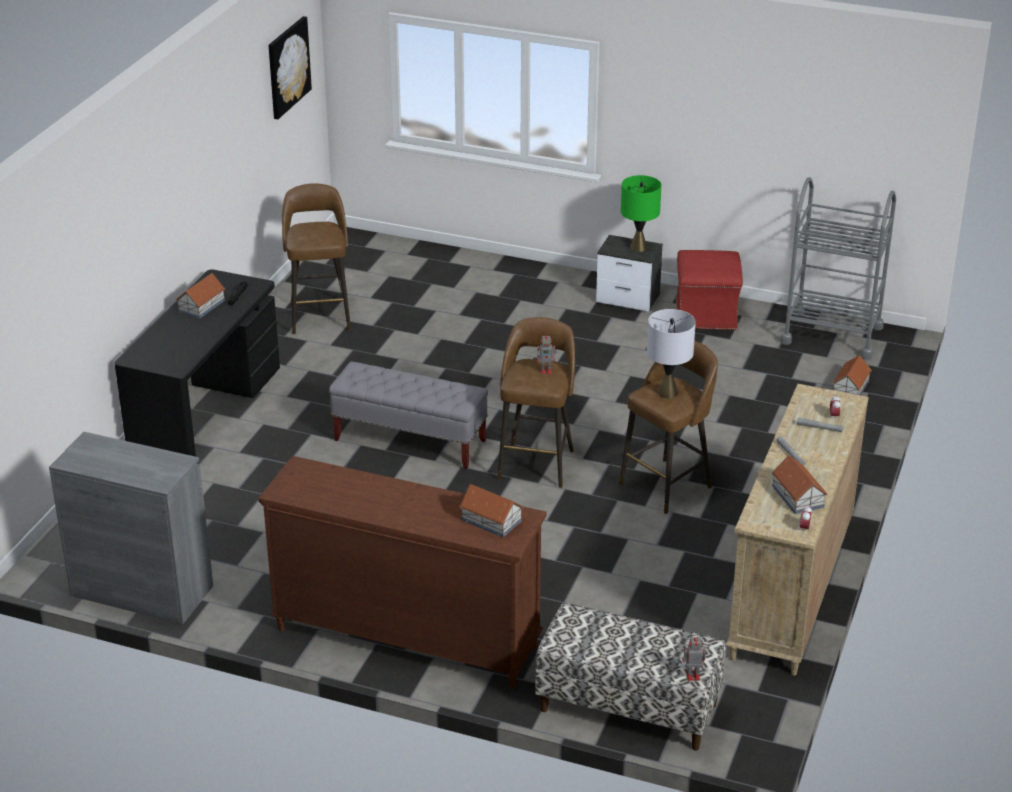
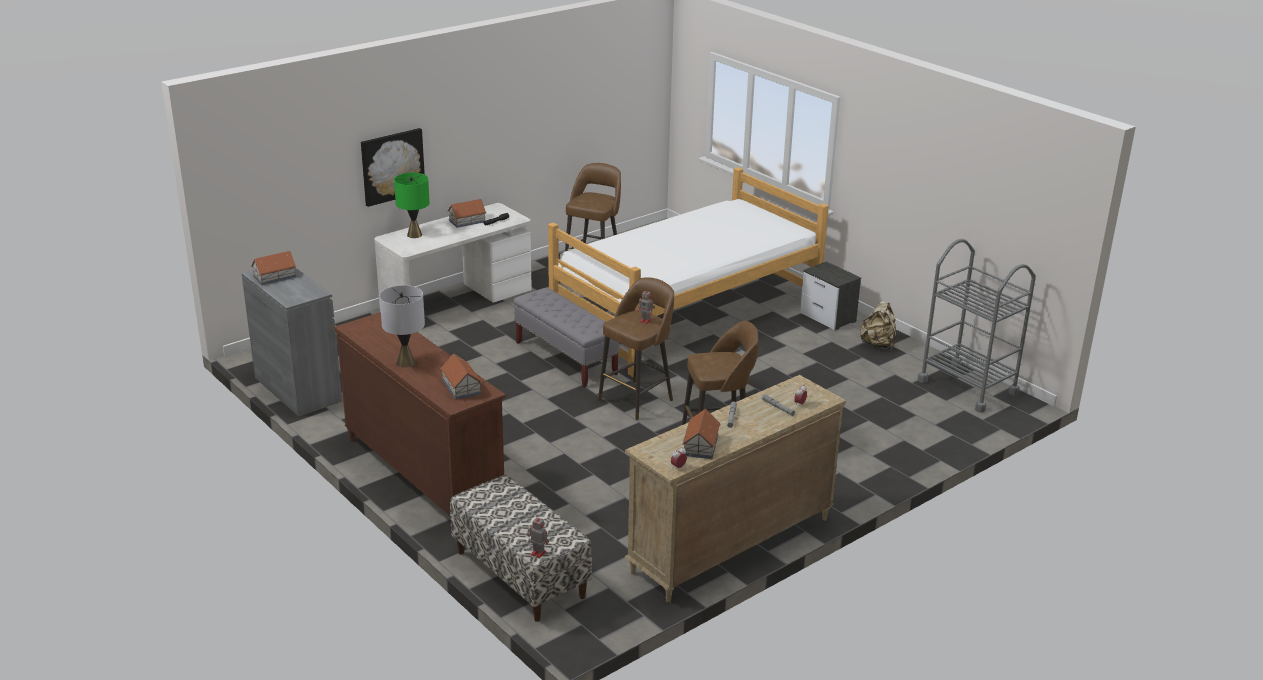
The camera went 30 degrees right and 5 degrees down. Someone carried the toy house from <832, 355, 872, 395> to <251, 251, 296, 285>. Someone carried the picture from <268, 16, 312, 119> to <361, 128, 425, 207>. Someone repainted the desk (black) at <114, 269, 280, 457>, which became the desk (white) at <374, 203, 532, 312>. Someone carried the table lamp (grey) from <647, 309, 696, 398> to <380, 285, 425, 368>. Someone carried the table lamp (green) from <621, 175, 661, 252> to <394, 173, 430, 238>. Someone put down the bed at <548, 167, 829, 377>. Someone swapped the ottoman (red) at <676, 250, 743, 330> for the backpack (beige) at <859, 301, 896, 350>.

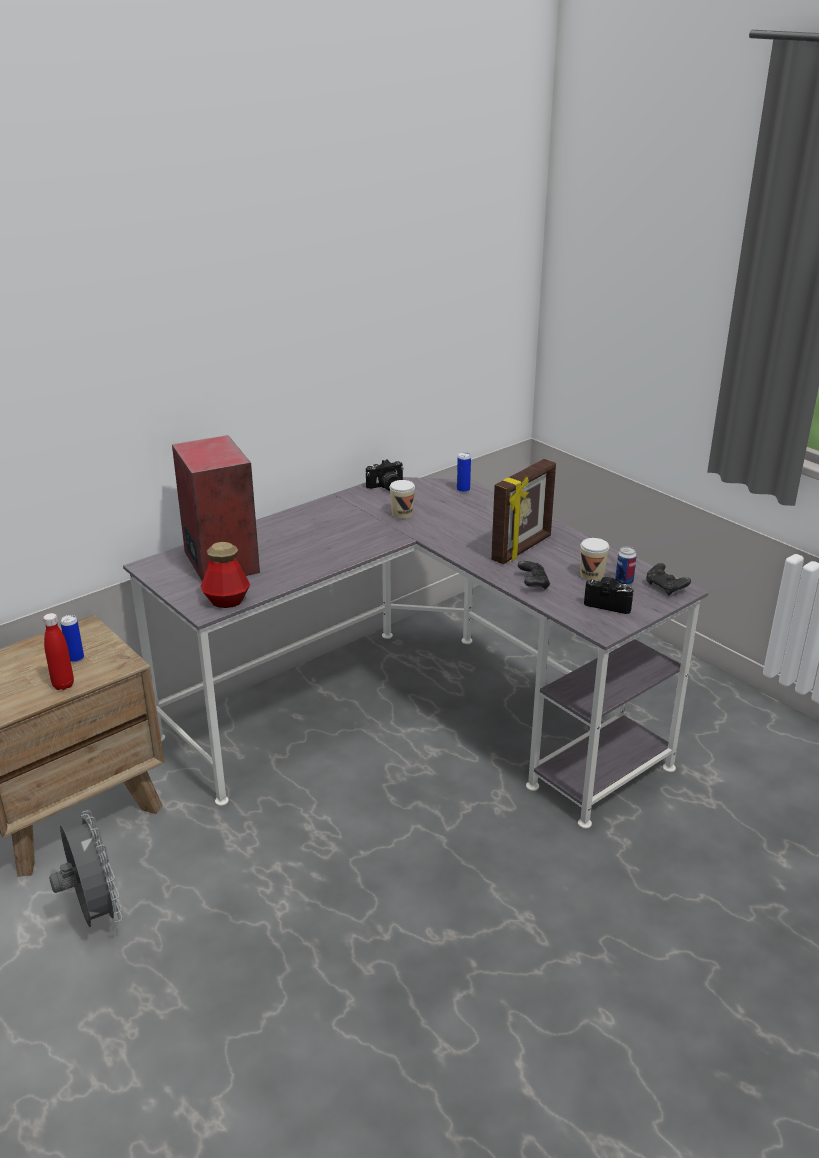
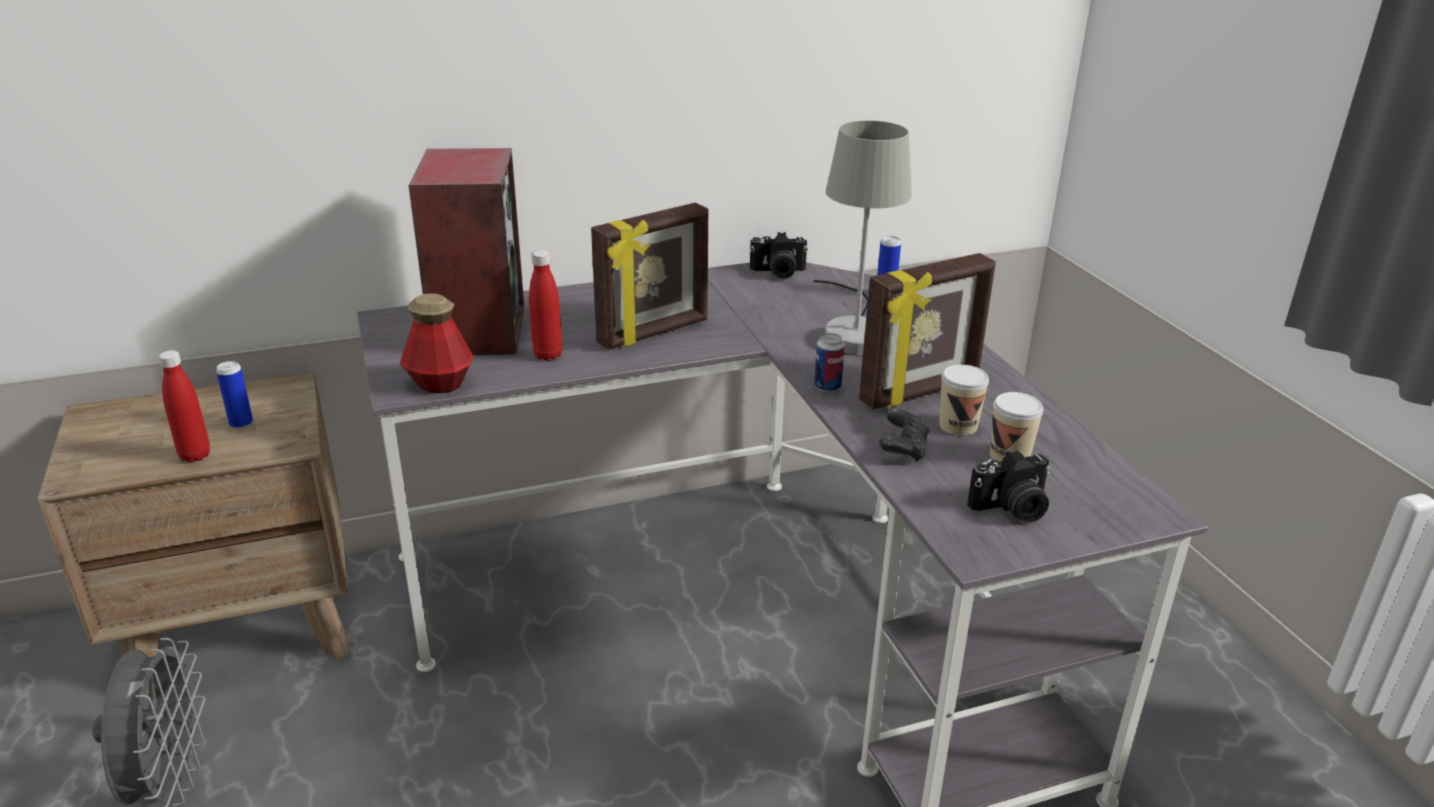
The camera went 20 degrees right and 0 degrees up. Someone put down the bottle (red) at <529, 250, 562, 361>. Someone put down the picture frame at <591, 202, 708, 350>. Someone put down the table lamp (grey) at <813, 121, 912, 356>. Someone carried the can from <615, 547, 637, 585> to <814, 333, 845, 392>. Someone carried the cup from <389, 480, 415, 519> to <939, 364, 989, 436>. Someone rotated the photo camera at <584, 577, 634, 614> by 120 degrees clockwise. Someone took away the game controller (black) at <646, 563, 691, 596>.

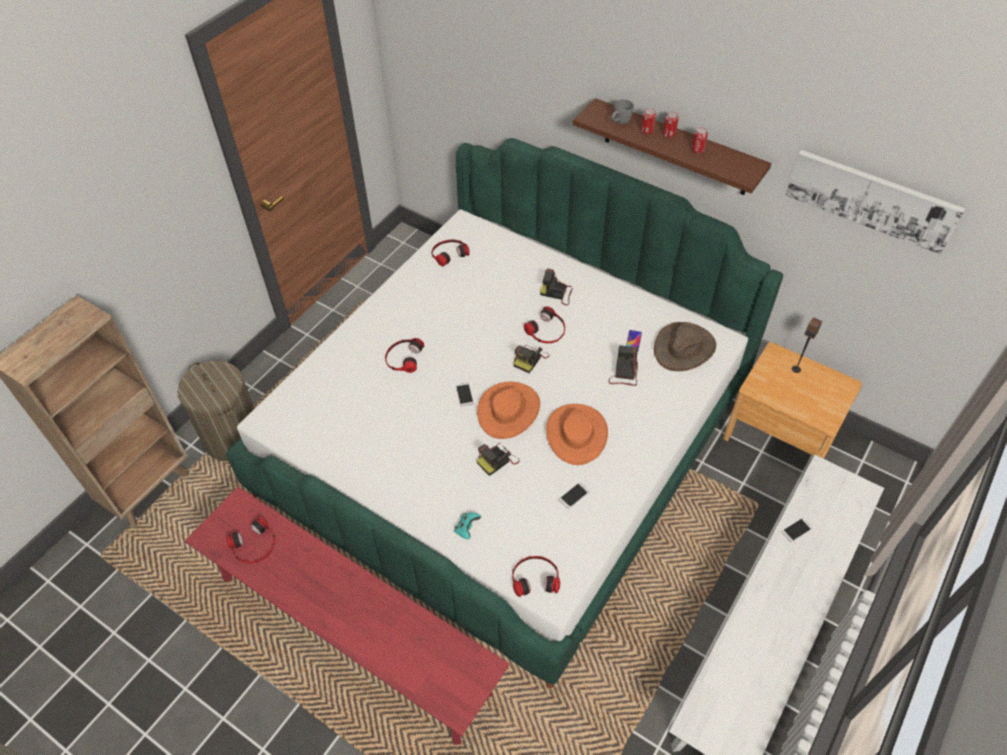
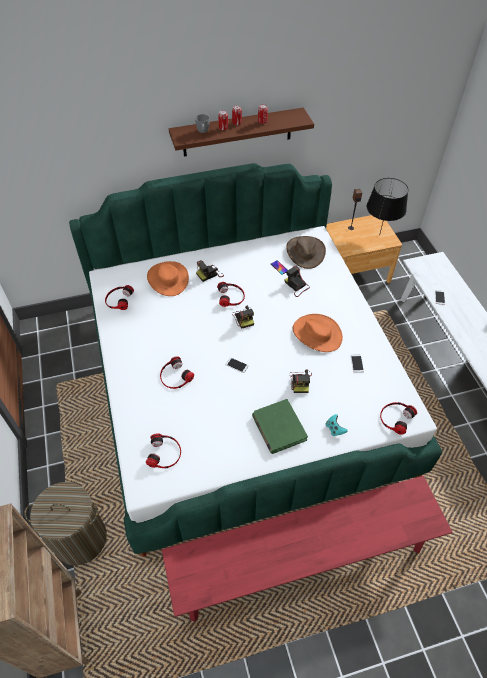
The camera went 50 degrees left and 0 degrees up. Someone carried the headphones from <226, 517, 275, 563> to <146, 433, 181, 468>. Someone carried the hat (orange) from <477, 382, 540, 439> to <147, 261, 189, 296>. Someone put down the book (green) at <252, 399, 308, 454>. Someone put down the table lamp (black) at <367, 178, 408, 235>. Someone took away the picture at <785, 150, 965, 255>.

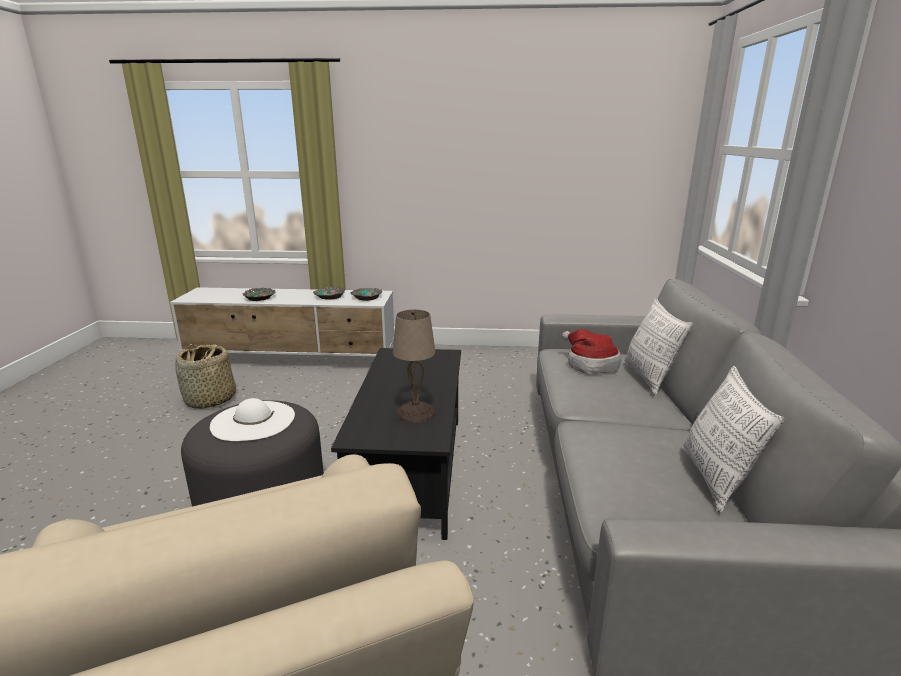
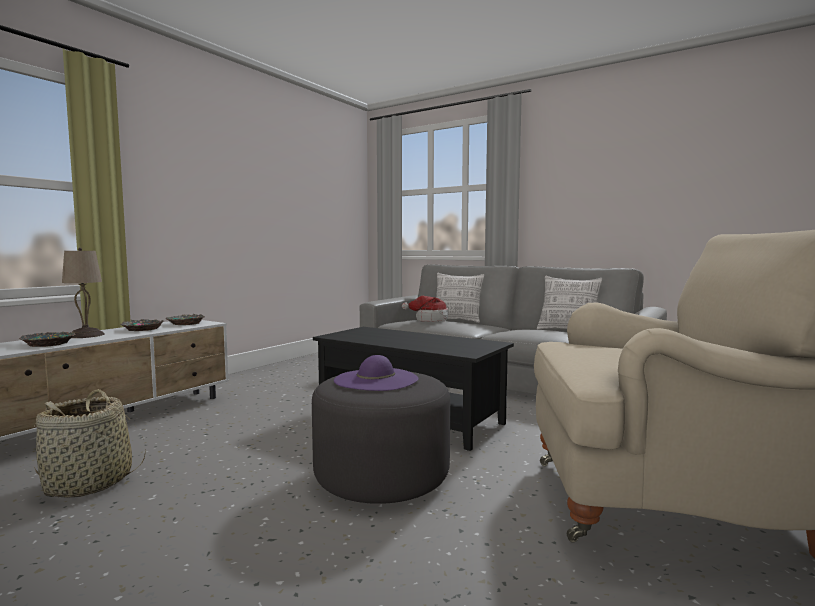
The camera went 60 degrees left and 15 degrees down. Someone carried the table lamp (beige) from <393, 309, 436, 423> to <62, 248, 105, 338>. Someone repainted the hat (white) at <210, 398, 295, 441>, which became the hat (purple) at <334, 355, 419, 391>.

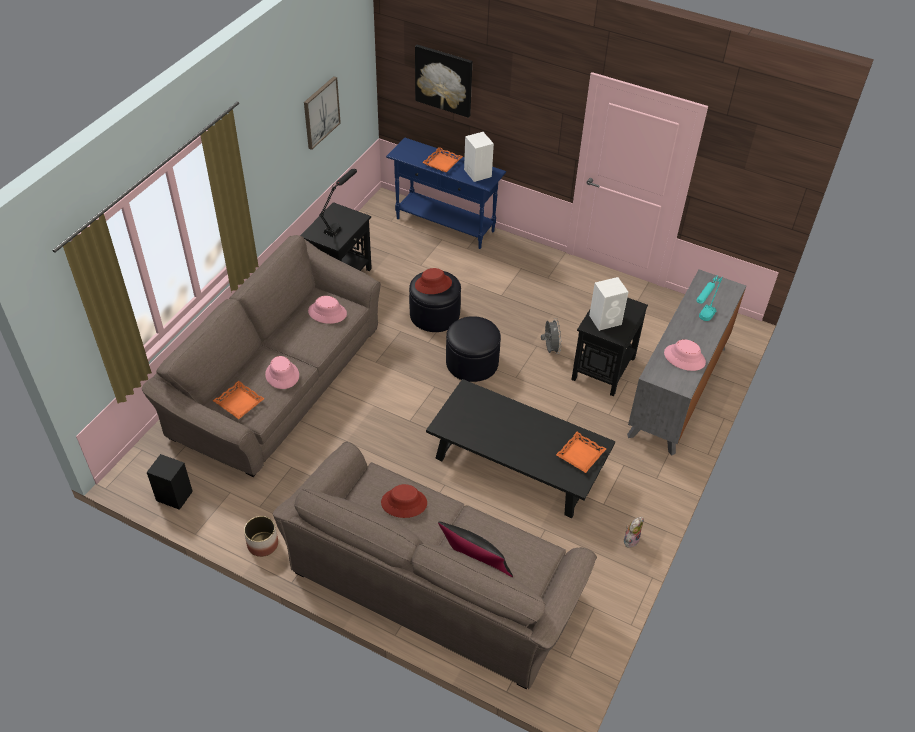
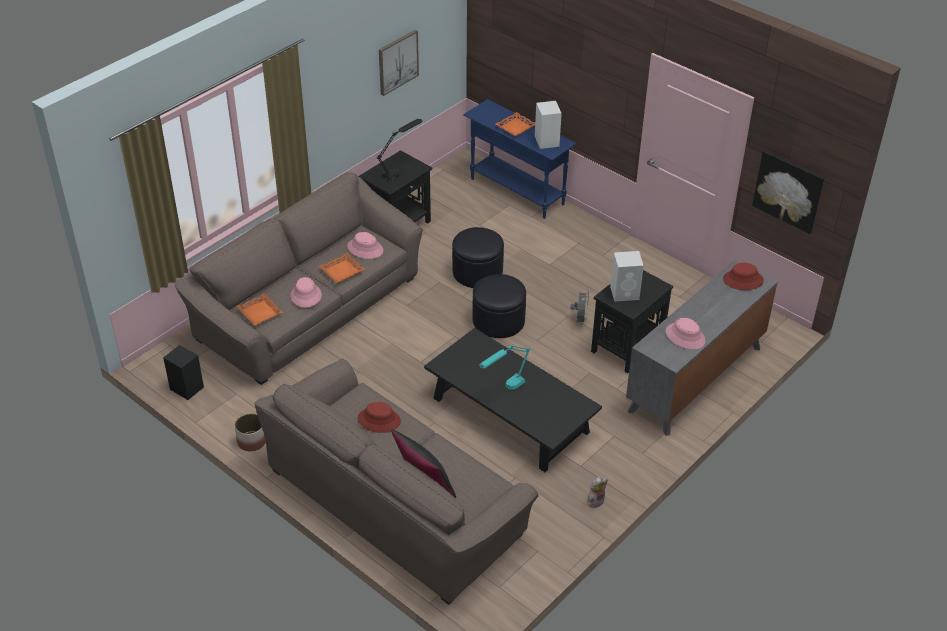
The camera went 15 degrees right and 5 degrees down. Someone carried the tray (orange) from <556, 432, 606, 473> to <319, 253, 365, 283>. Someone carried the table lamp (turquoise) from <696, 276, 722, 321> to <479, 344, 531, 390>. Someone carried the hat (red) from <415, 268, 452, 294> to <723, 263, 764, 290>. Someone carried the picture from <415, 45, 472, 118> to <752, 150, 825, 234>.

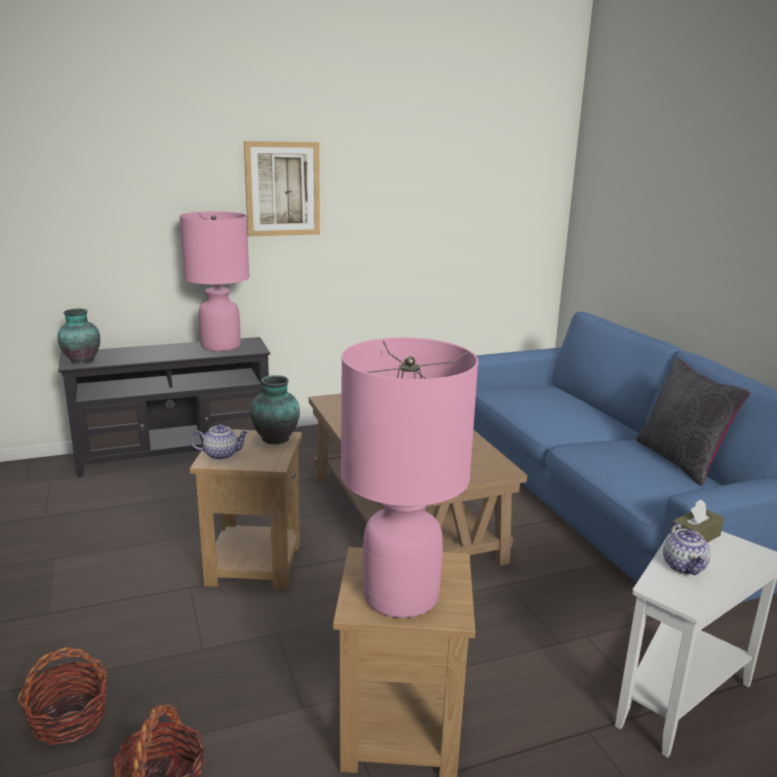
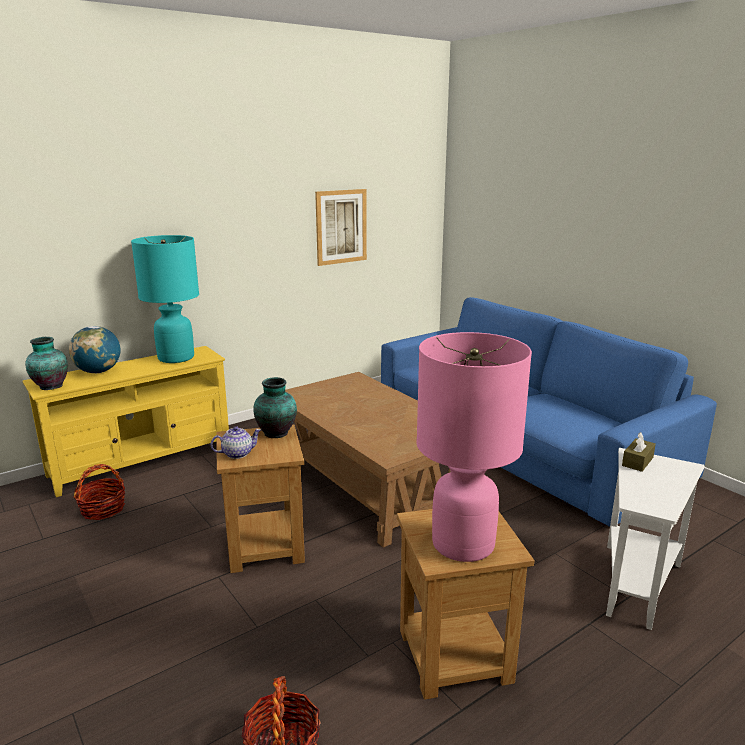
The camera went 15 degrees left and 0 degrees up. Someone repainted the tv stand (black) at <58, 337, 271, 477>, which became the tv stand (yellow) at <22, 346, 229, 497>. Someone put down the globe at <69, 326, 120, 373>. Someone carried the basket from <17, 647, 108, 745> to <74, 464, 125, 520>. Someone repainted the table lamp (pink) at <180, 211, 249, 352>, which became the table lamp (turquoise) at <131, 235, 199, 363>. Someone carried the picture from <244, 141, 320, 236> to <315, 189, 367, 266>. Someone took away the pillow (black) at <635, 357, 750, 486>. Someone took away the teapot at <663, 522, 710, 575>.

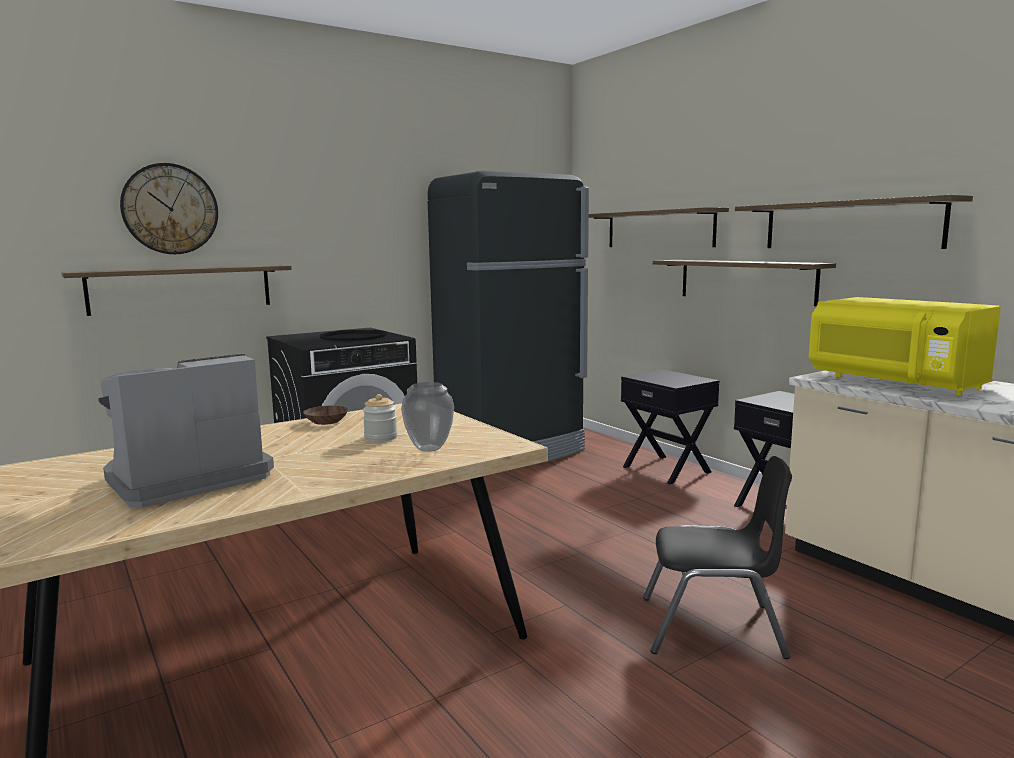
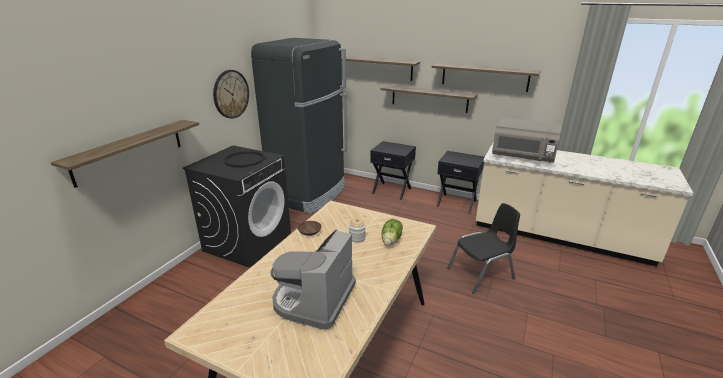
The camera went 30 degrees left and 15 degrees up. Someone carried the wall clock from <120, 163, 218, 254> to <213, 70, 249, 119>. Someone swapped the vase at <401, 382, 454, 452> for the lettuce at <381, 219, 403, 245>. Someone repainted the microwave (yellow) at <809, 297, 1001, 396>, which became the microwave (grey) at <492, 118, 561, 163>.

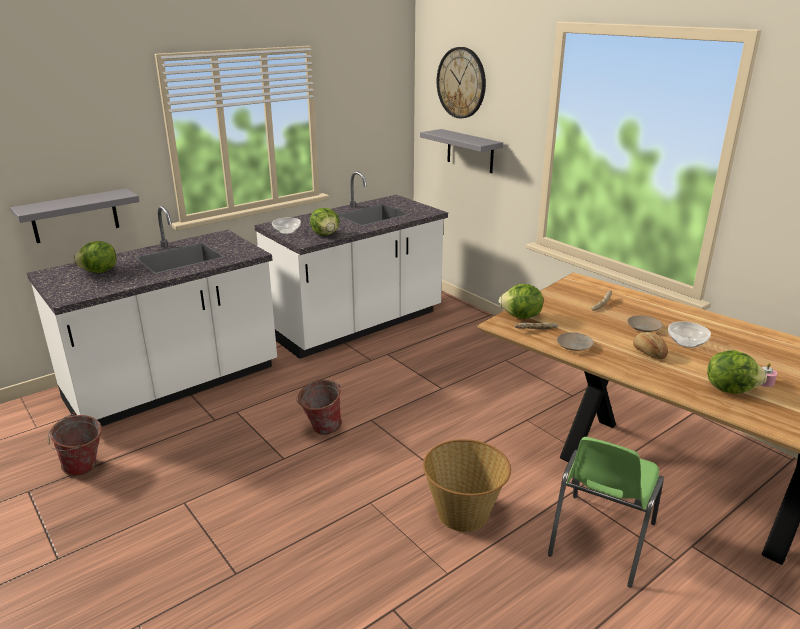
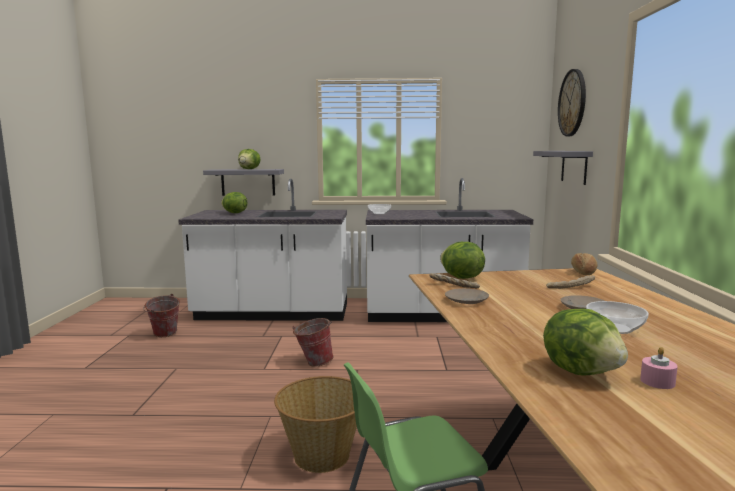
The camera went 40 degrees right and 15 degrees down. Someone carried the lettuce from <310, 208, 339, 235> to <238, 149, 261, 169>. Someone carried the bread from <633, 332, 668, 359> to <571, 253, 597, 275>.

